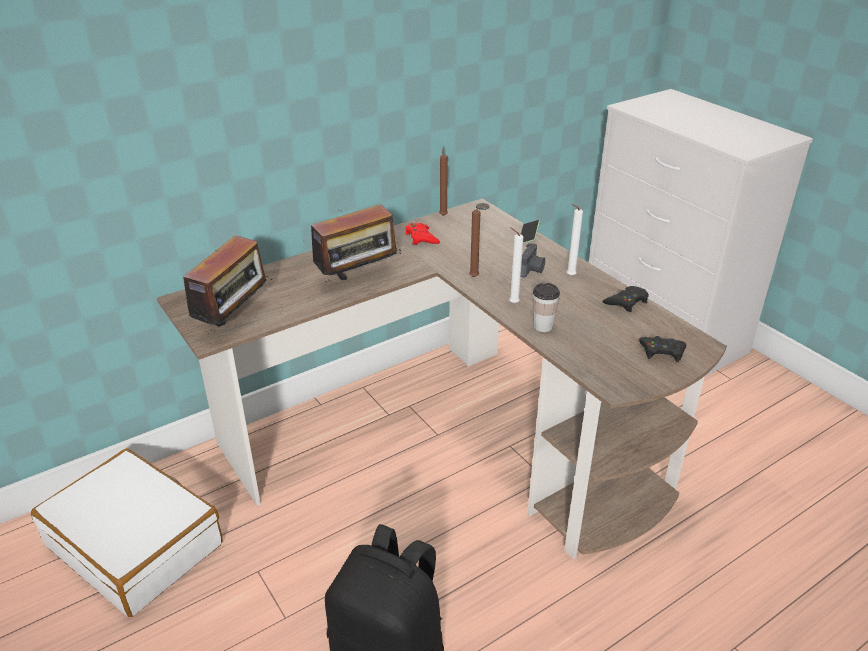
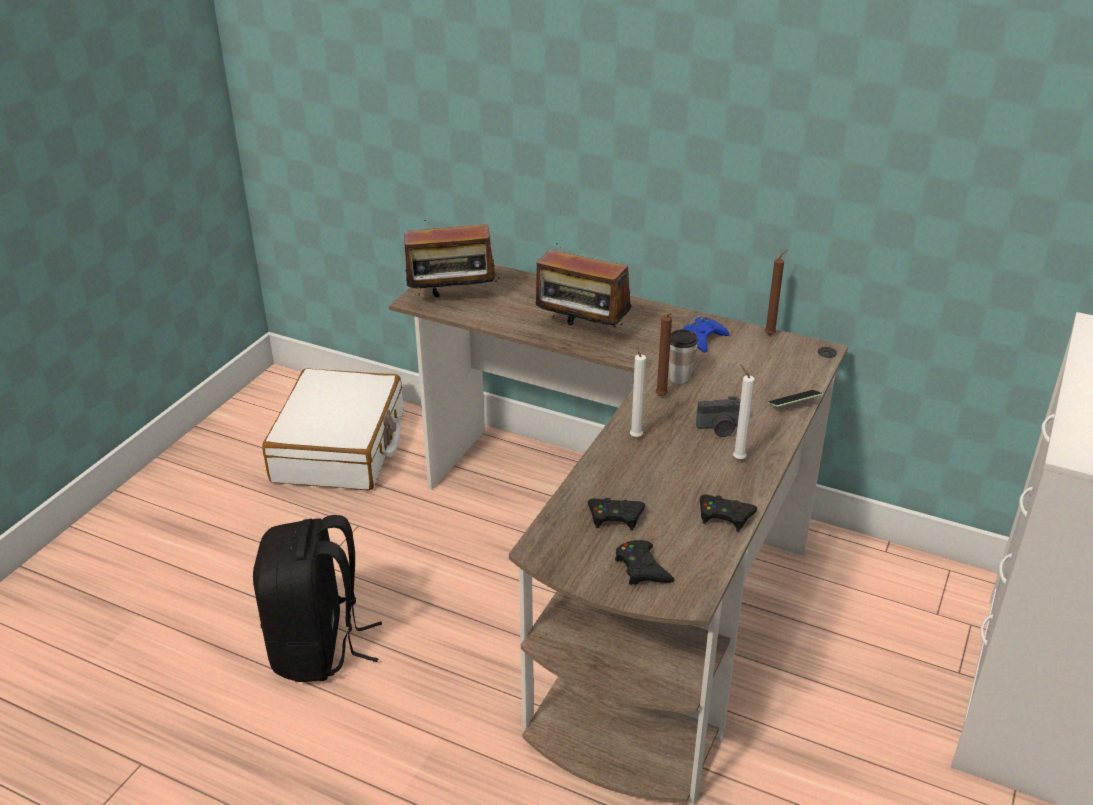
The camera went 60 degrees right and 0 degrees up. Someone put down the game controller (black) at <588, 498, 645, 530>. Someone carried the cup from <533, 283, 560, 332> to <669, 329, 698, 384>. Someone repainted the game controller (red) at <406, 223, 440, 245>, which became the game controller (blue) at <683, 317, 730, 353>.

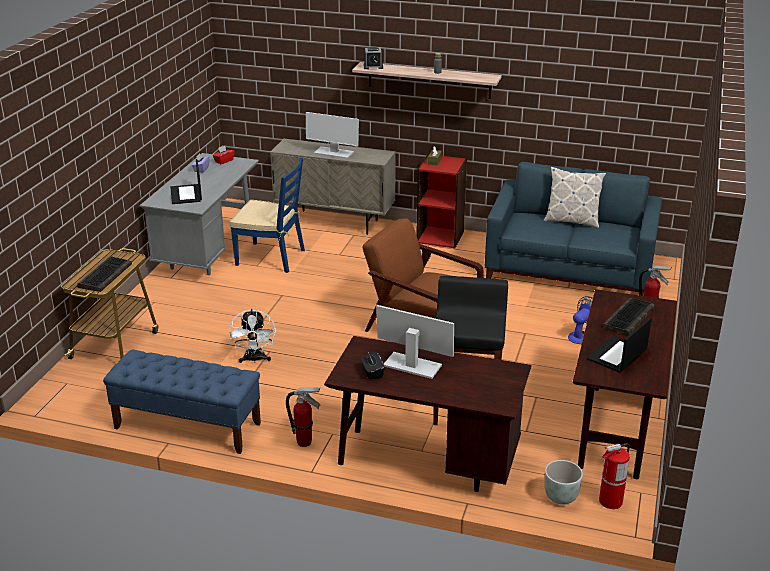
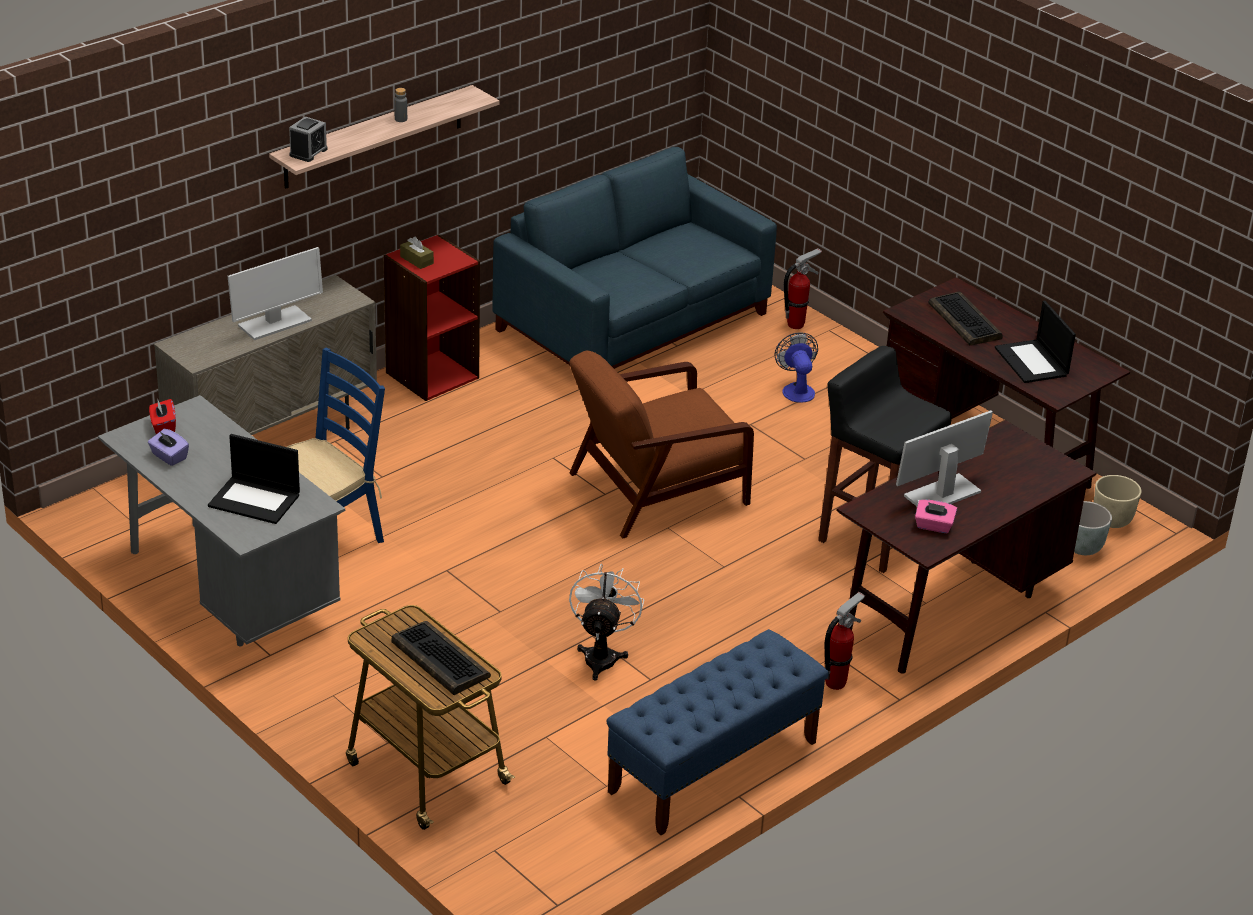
The camera went 60 degrees left and 5 degrees up. Someone rotated the fan (white) at <229, 309, 276, 363> by 105 degrees counterclockwise. Someone repainted the tissue box (black) at <361, 352, 385, 380>, which became the tissue box (pink) at <915, 500, 957, 533>. Someone swapped the fire extinguisher at <599, 443, 630, 509> for the planter (beige) at <1094, 475, 1142, 528>. Someone took away the pillow at <543, 167, 606, 228>.

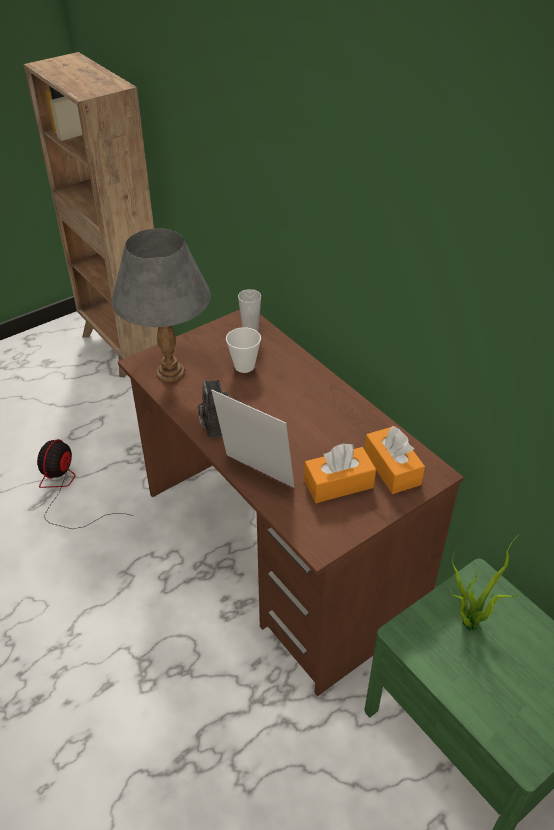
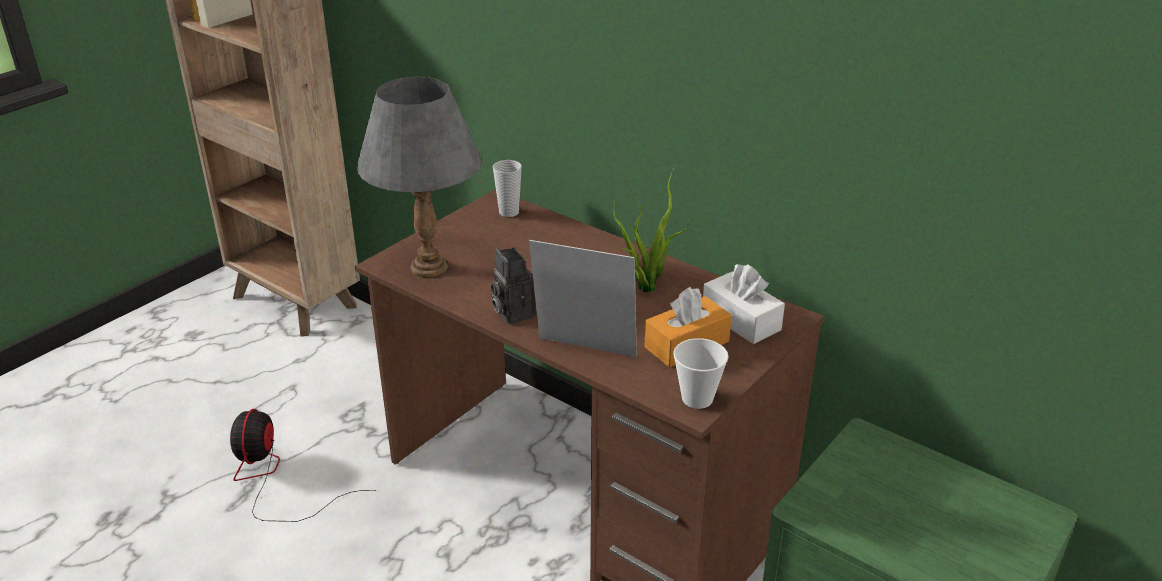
The camera went 15 degrees left and 10 degrees down. Someone carried the potted plant from <451, 539, 520, 631> to <614, 164, 689, 292>. Someone carried the cup from <226, 327, 261, 373> to <673, 338, 729, 409>. Someone repainted the tissue box (orange) at <365, 425, 425, 494>, which became the tissue box (white) at <703, 264, 785, 344>.

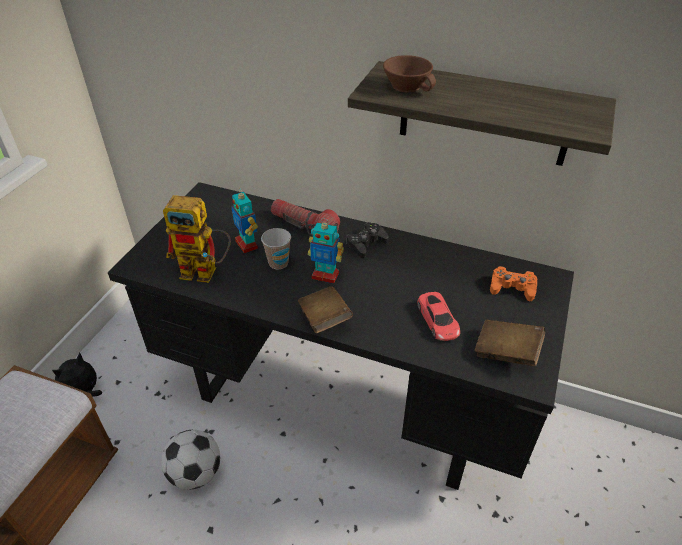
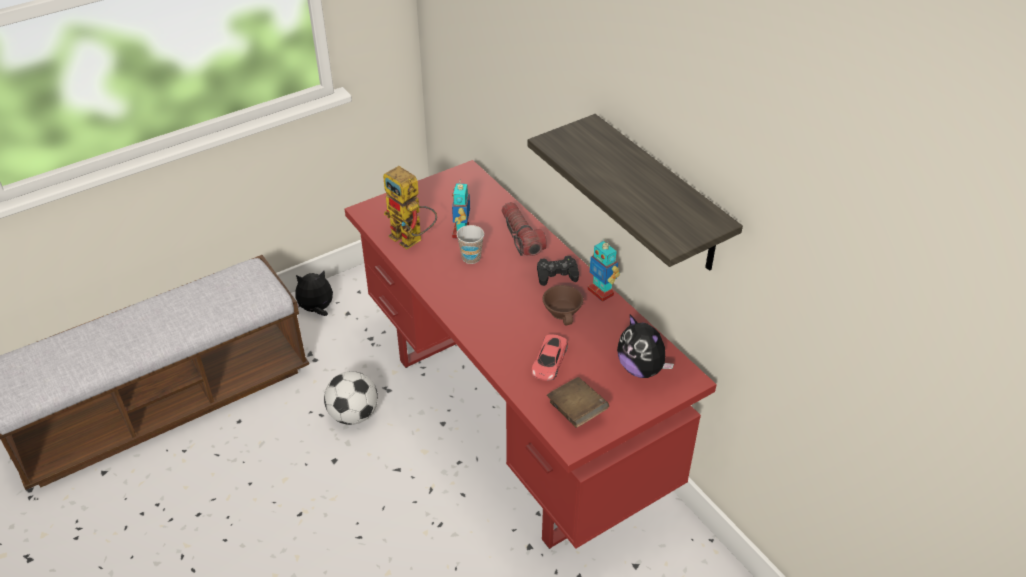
The camera went 35 degrees right and 0 degrees up. Someone repainted the desk (black) at <108, 182, 574, 490>, which became the desk (red) at <345, 160, 717, 549>. Someone carried the cup (brown) from <383, 55, 436, 92> to <543, 285, 583, 325>. Someone carried the toy robot from <308, 218, 344, 284> to <588, 239, 620, 302>. Someone swapped the game controller (orange) at <490, 266, 537, 301> for the plush toy at <617, 315, 674, 378>. Someone took away the book (brown) at <298, 286, 353, 334>.

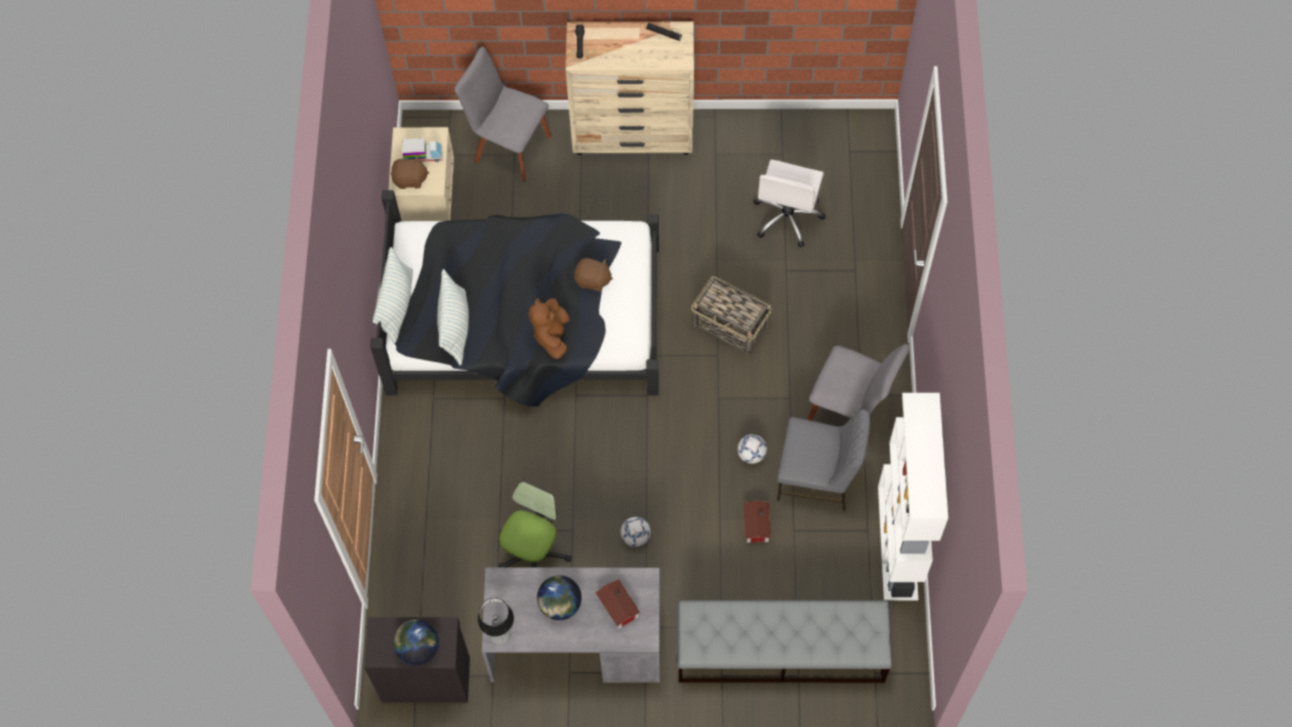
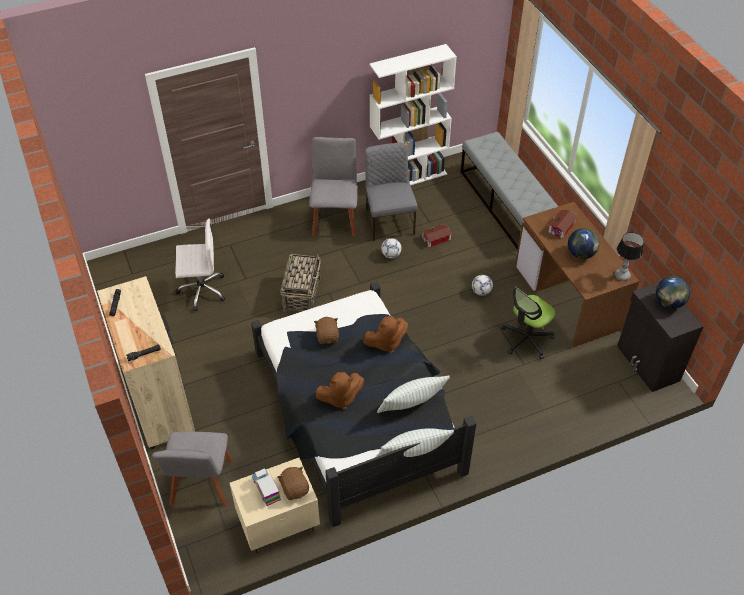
The camera went 115 degrees left and 15 degrees down. Someone put down the plush toy (brown) at <315, 372, 364, 410>. Someone rotated the office chair at <498, 482, 572, 568> by 45 degrees counterclockwise. Someone repainted the desk (grey) at <482, 568, 660, 683>, which became the desk (brown) at <515, 202, 639, 347>.

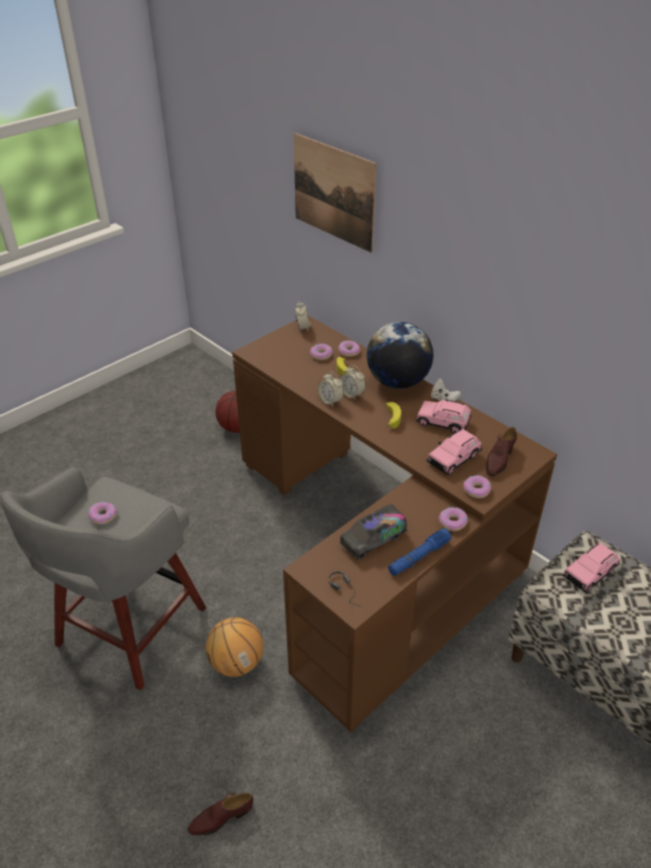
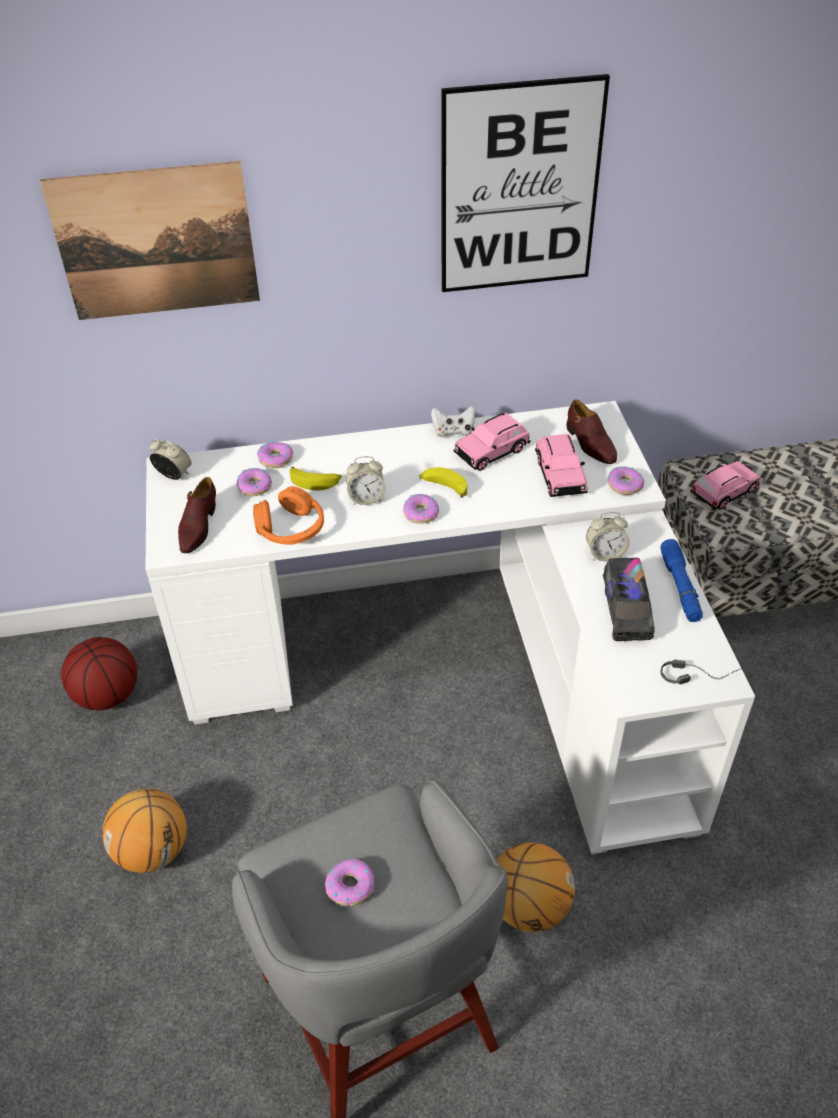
The camera went 55 degrees left and 5 degrees up. Someone put down the basketball at <102, 789, 187, 873>. Someone repainted the desk (brown) at <232, 316, 557, 732>, which became the desk (white) at <146, 401, 755, 854>. Someone carried the shoe (brown) from <187, 793, 253, 836> to <178, 477, 216, 553>. Someone put down the headphones (orange) at <253, 486, 324, 544>. Someone carried the donut from <439, 507, 468, 531> to <403, 494, 439, 524>. Someone put up the picture at <441, 74, 610, 292>. Someone carried the alarm clock from <318, 371, 344, 407> to <586, 512, 630, 561>. Someone rotated the toy car (pink) at <563, 542, 620, 593> by 120 degrees counterclockwise. Someone took away the globe at <367, 322, 433, 389>.

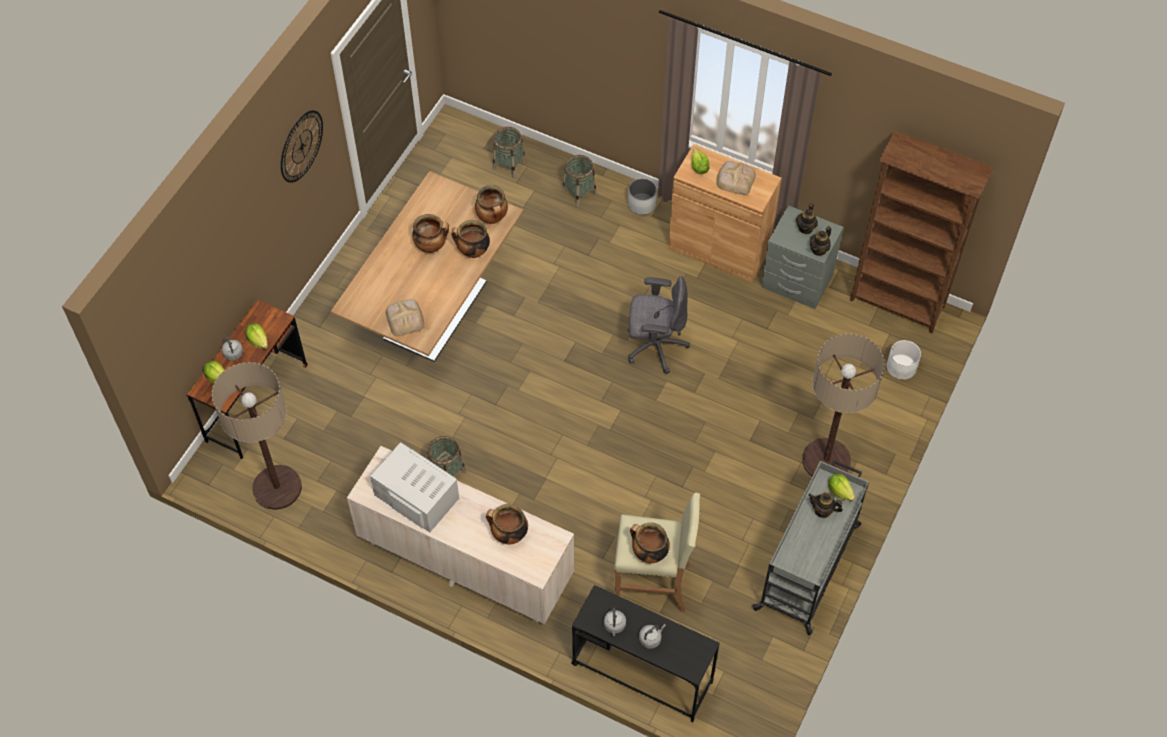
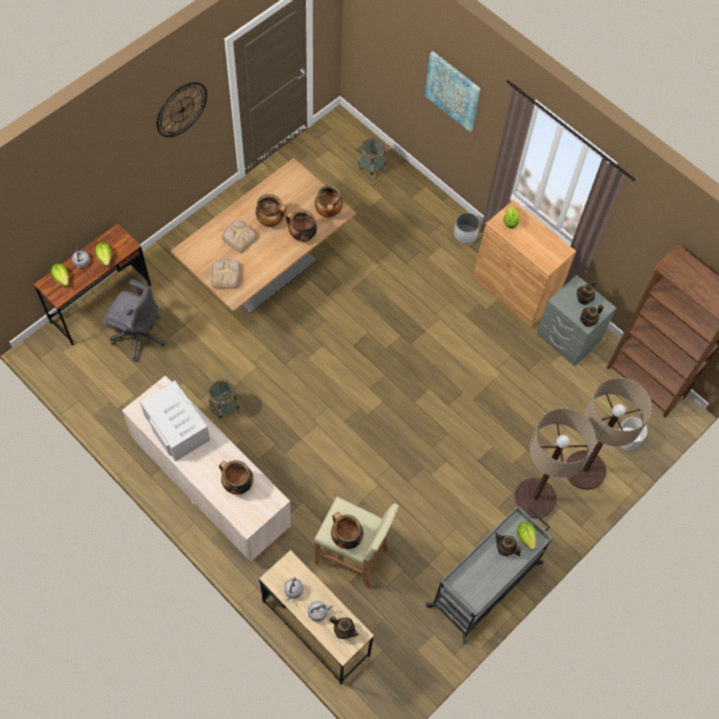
The camera went 15 degrees right and 5 degrees up. Someone carried the office chair (grey) from <628, 276, 690, 374> to <103, 279, 166, 362>. Someone carried the bread from <716, 161, 756, 195> to <222, 220, 258, 252>. Someone repainted the desk (black) at <571, 585, 720, 722>, which became the desk (beige) at <259, 550, 374, 684>. Someone put down the teapot at <330, 616, 359, 639>. Someone put up the picture at <425, 51, 481, 132>. Someone carried the floor lamp from <212, 362, 302, 510> to <566, 378, 652, 490>. Someone took away the basket at <562, 155, 597, 207>.

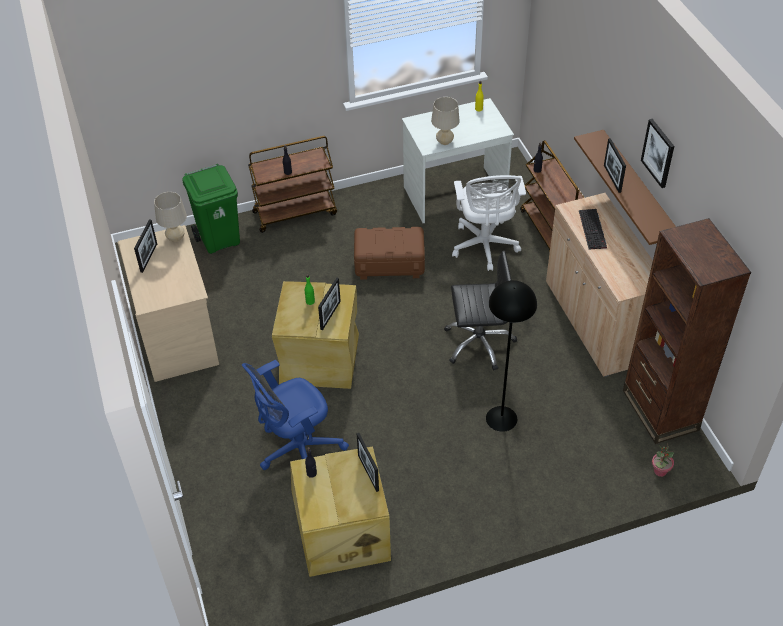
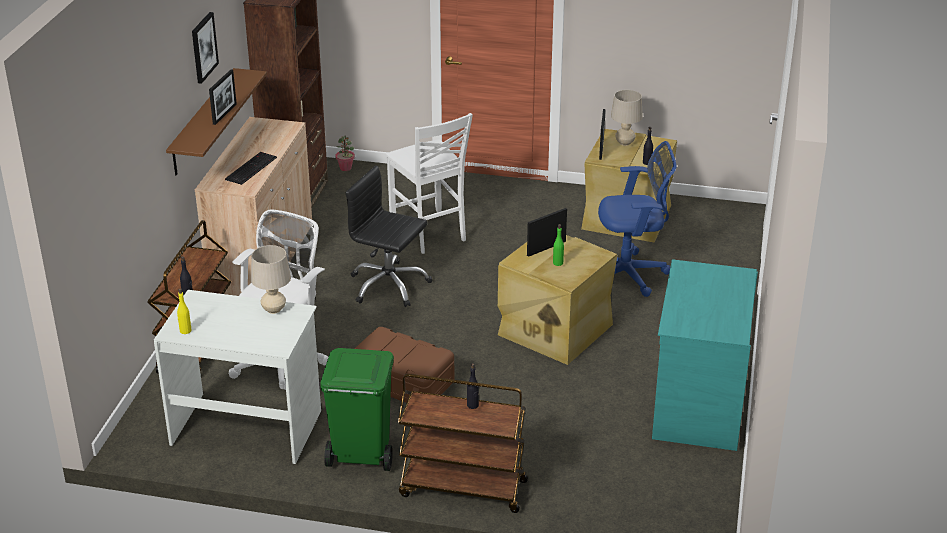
The camera went 150 degrees left and 15 degrees down. Someone carried the trash can (green) from <183, 164, 240, 254> to <320, 348, 394, 471>. Someone swapped the floor lamp (black) at <486, 280, 537, 432> for the chair (white) at <386, 113, 473, 254>. Someone carried the table lamp (beige) from <154, 192, 187, 242> to <611, 90, 643, 146>. Someone repainted the desk (beige) at <117, 225, 219, 382>, which became the desk (turquoise) at <652, 259, 758, 451>. Someone took away the picture frame at <134, 219, 157, 273>.

